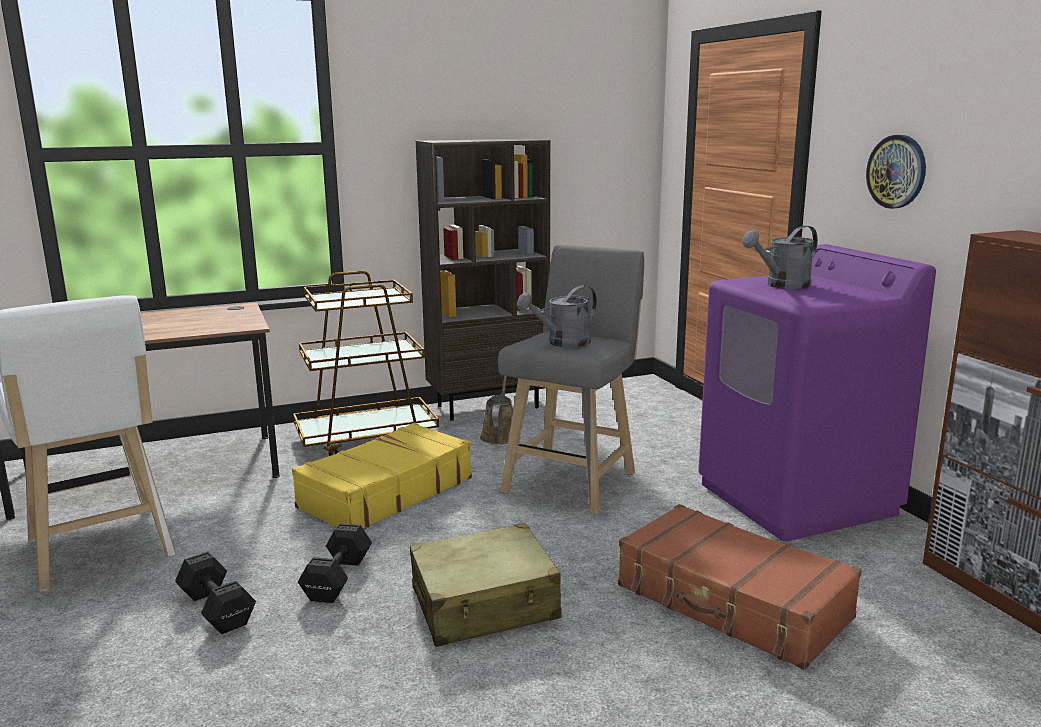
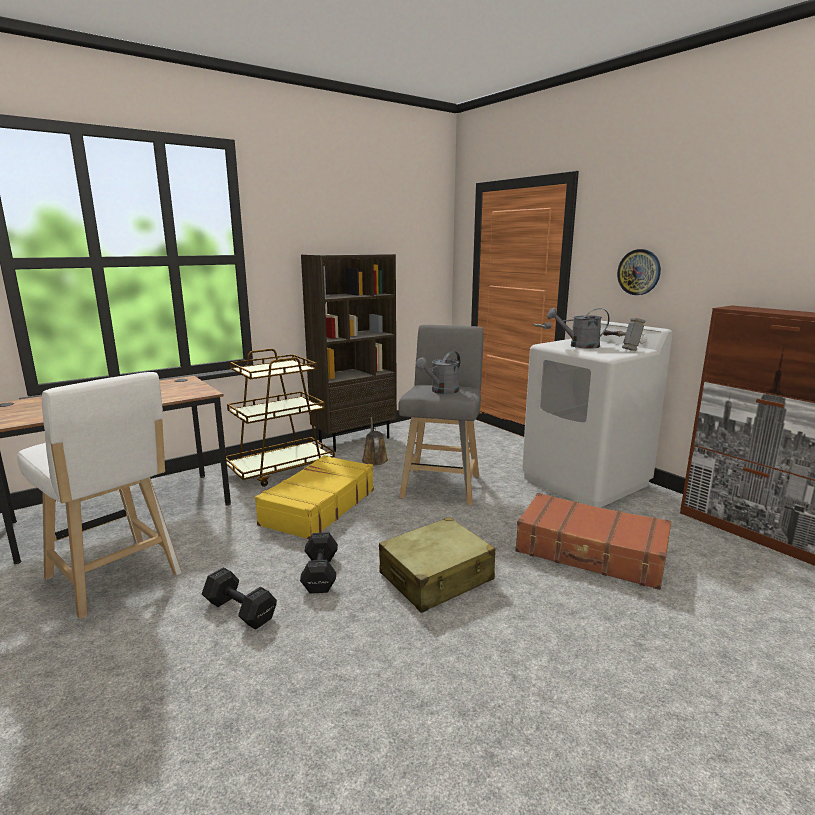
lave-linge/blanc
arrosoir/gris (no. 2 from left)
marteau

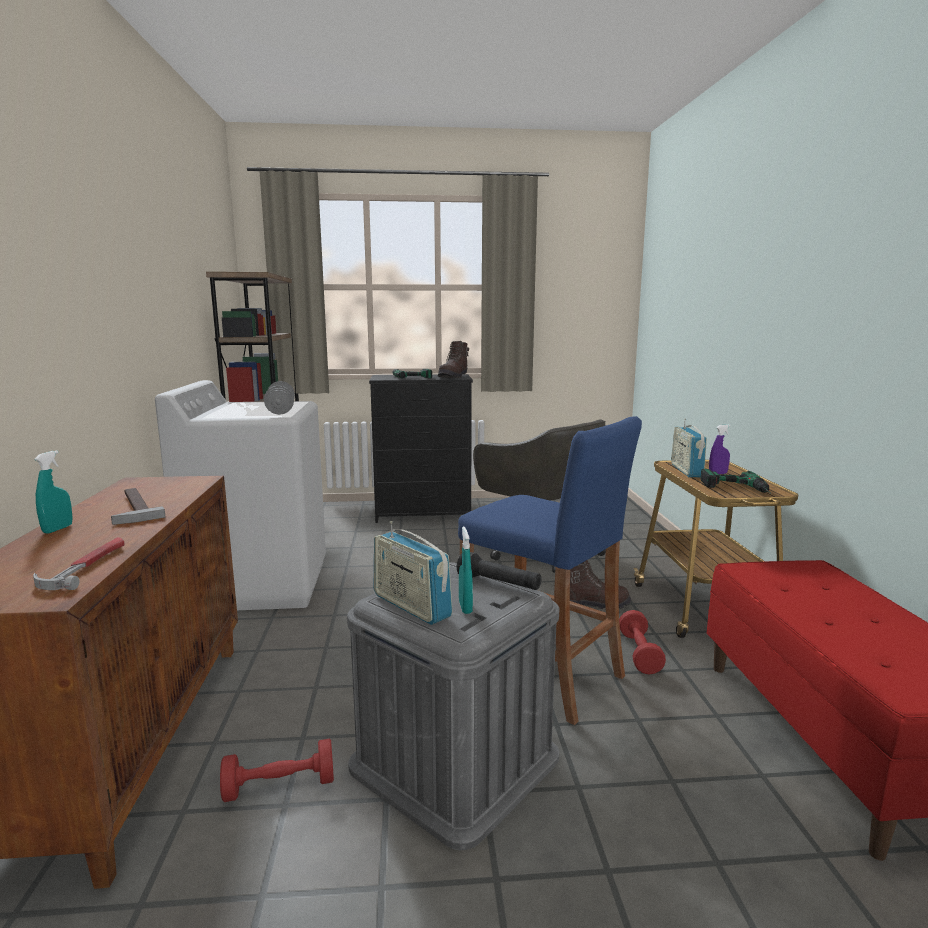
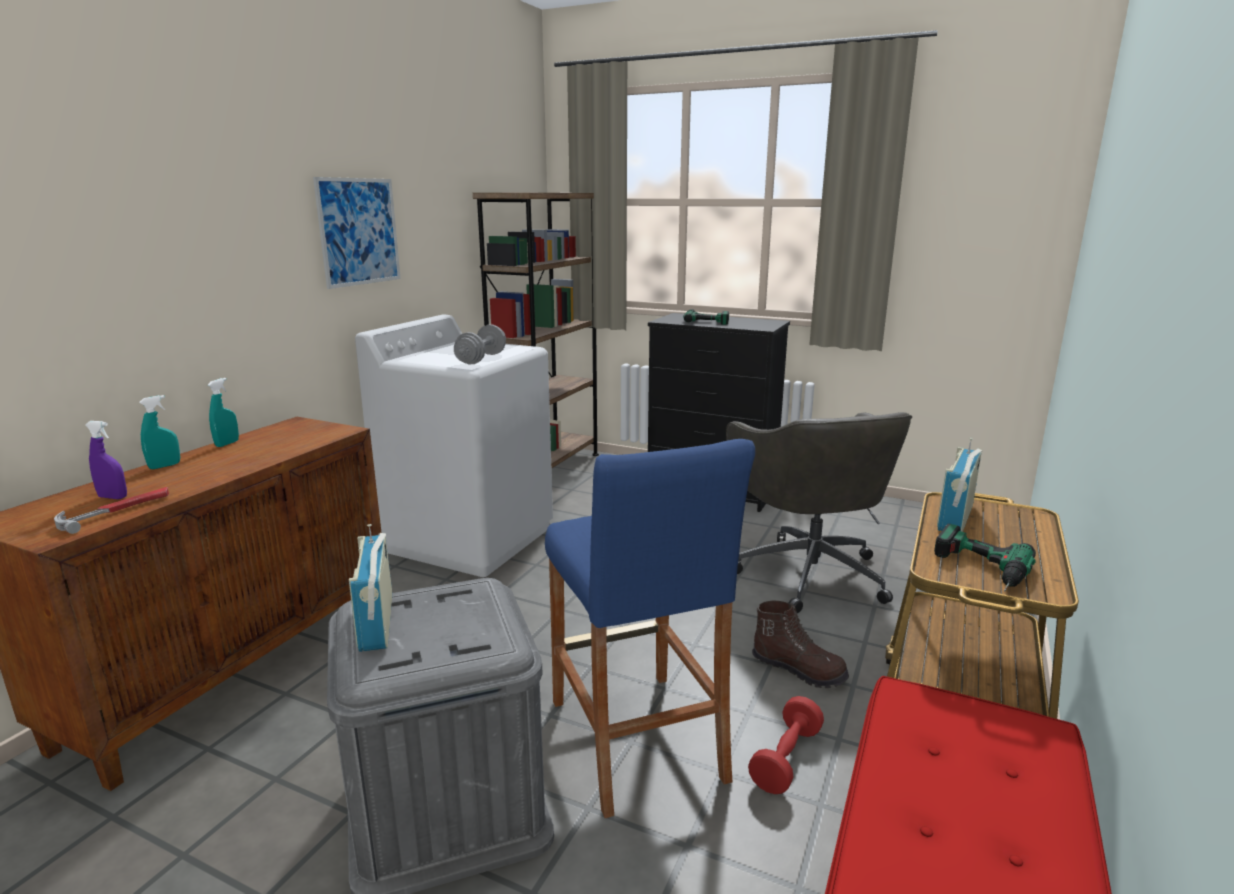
marteau (no. 2 from left in the first image)
haltère/rouge (no. 1 from left in the first image)
botte/marron (no. 1 from left in the first image)
lampe de poche/noir
vaporisateur/turquoise (no. 2 from left)
vaporisateur/violet
tableau

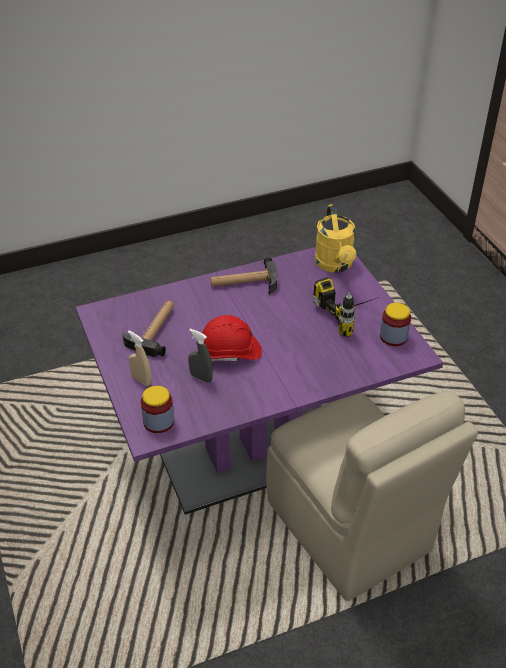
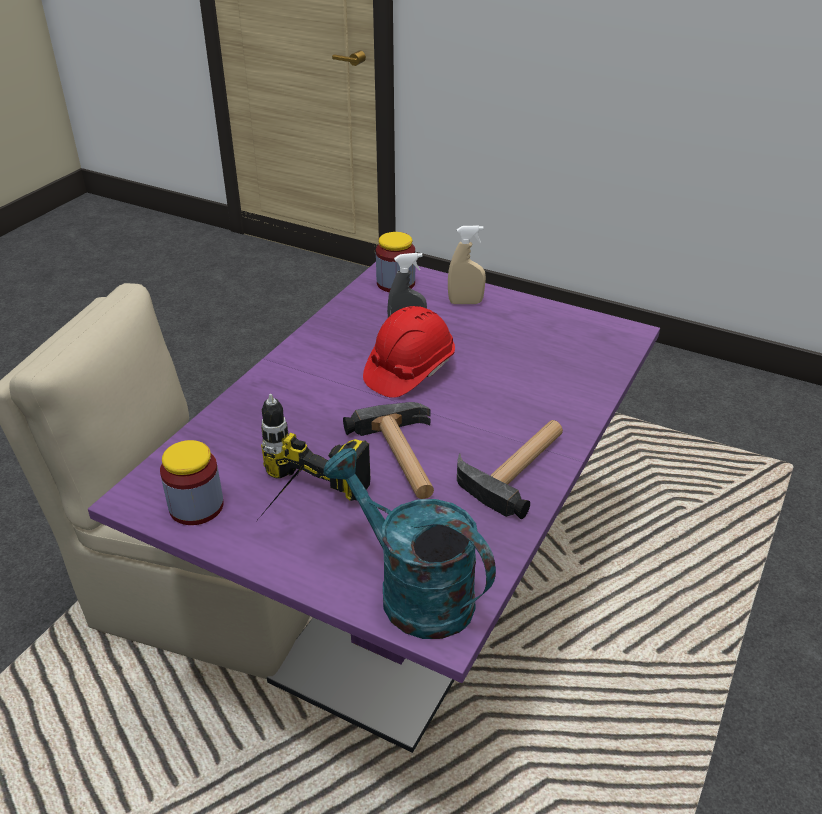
marteau (no. 1 from left)
arrosoir/turquoise

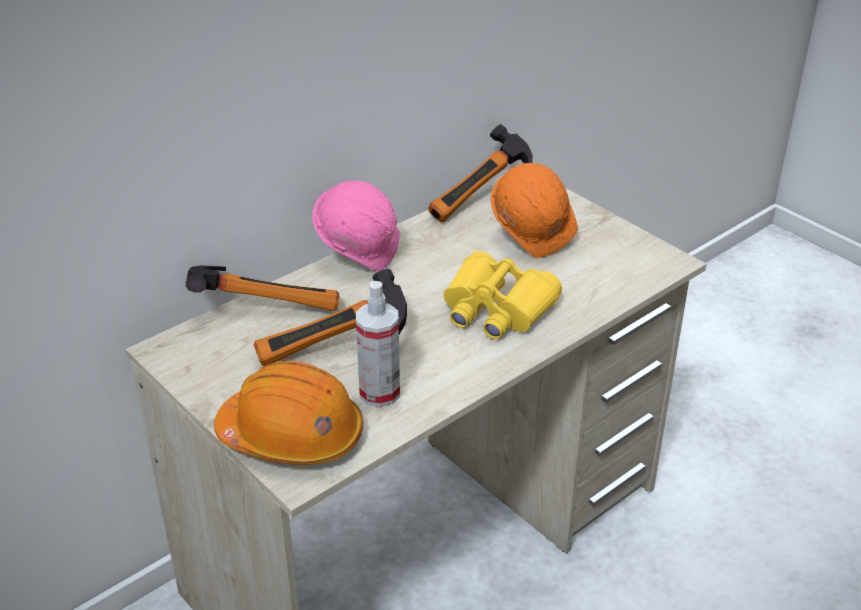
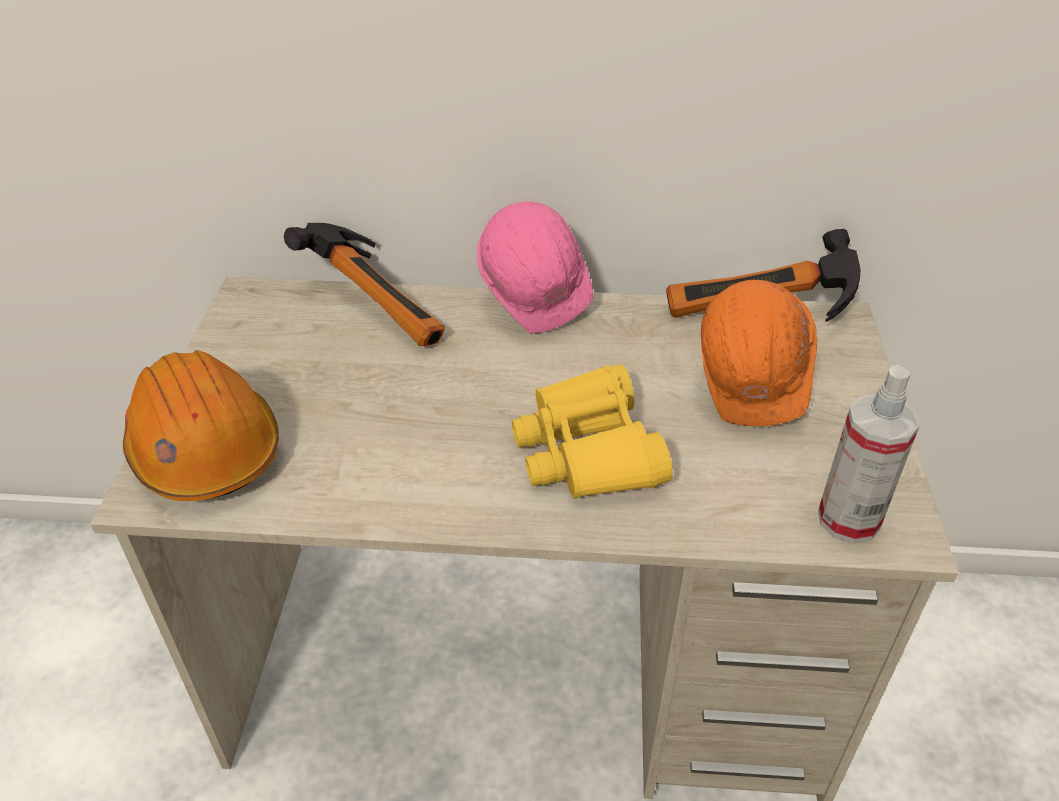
marteau (no. 2 from left in the first image)
vaporisateur

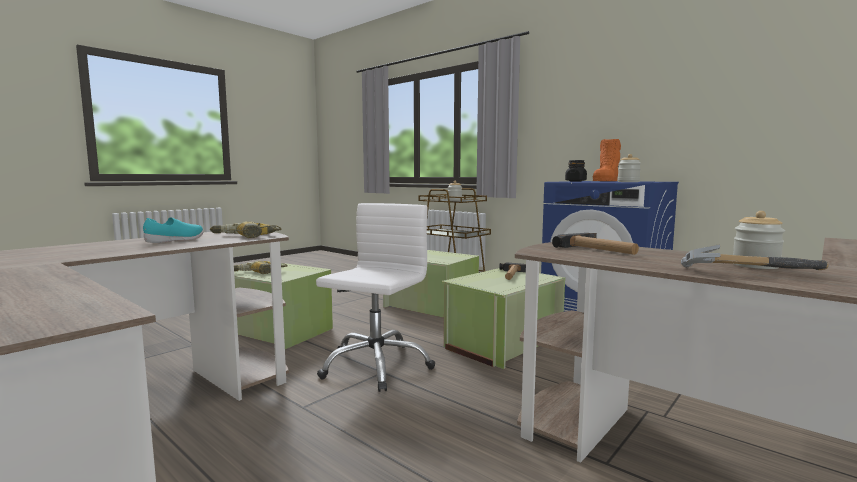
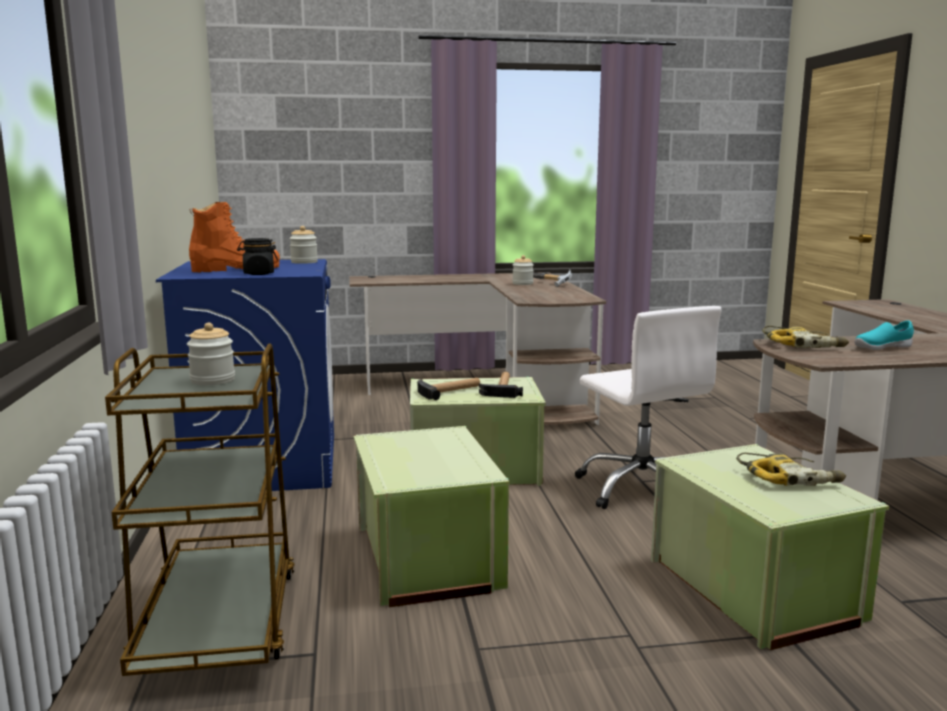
chaise de bureau/blanc
marteau (no. 2 from left)

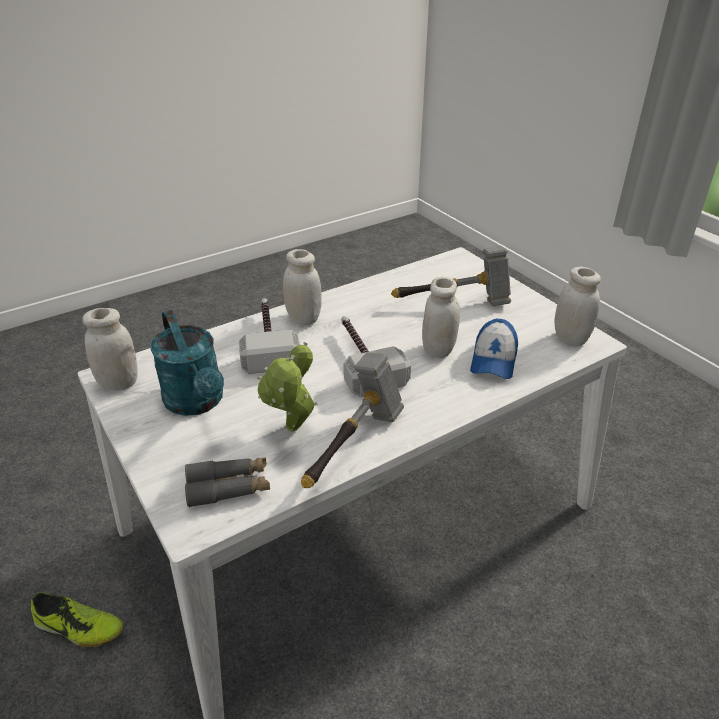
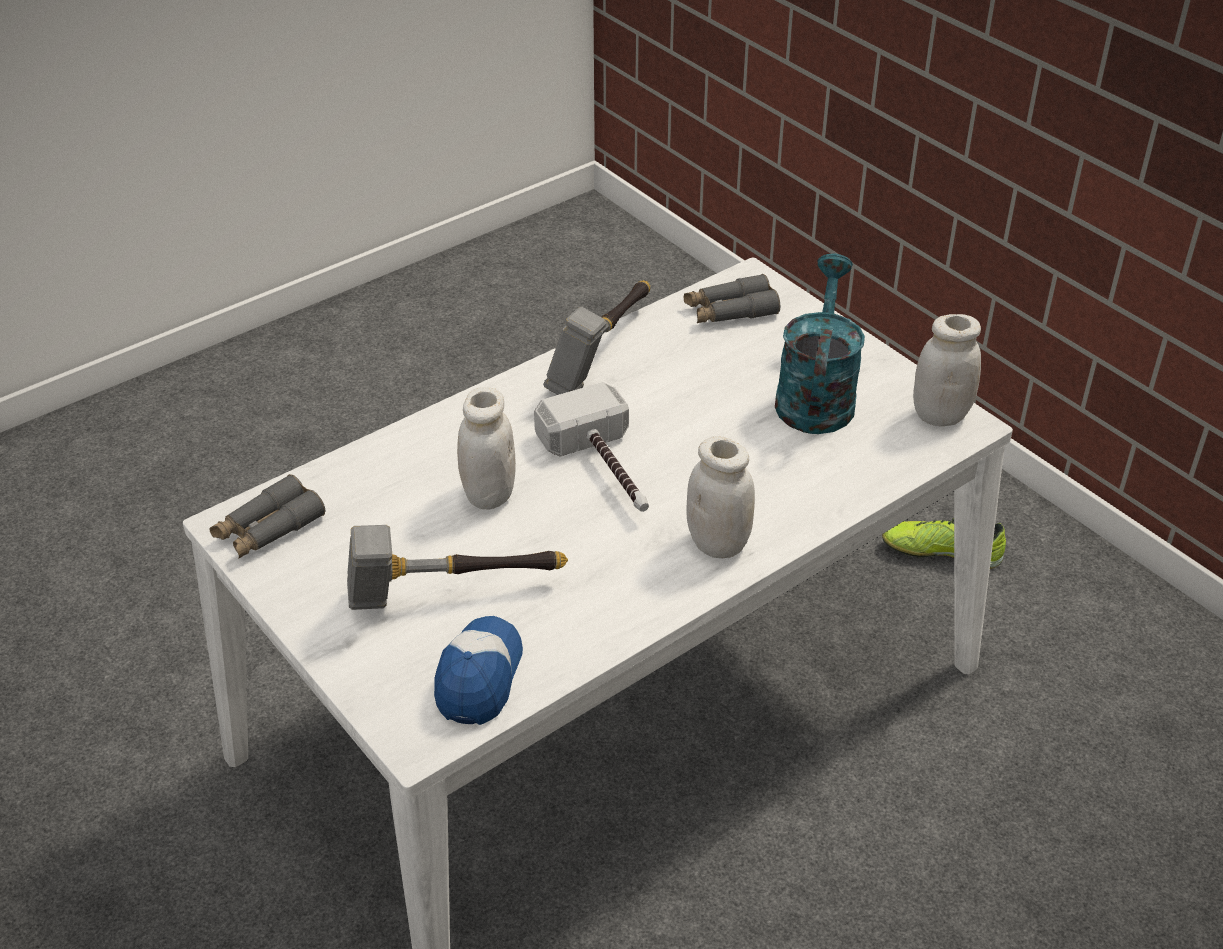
arrosoir/turquoise
marteau (no. 1 from left in the first image)
plante en pot
casquette
jumelles/gris (no. 1 from left)

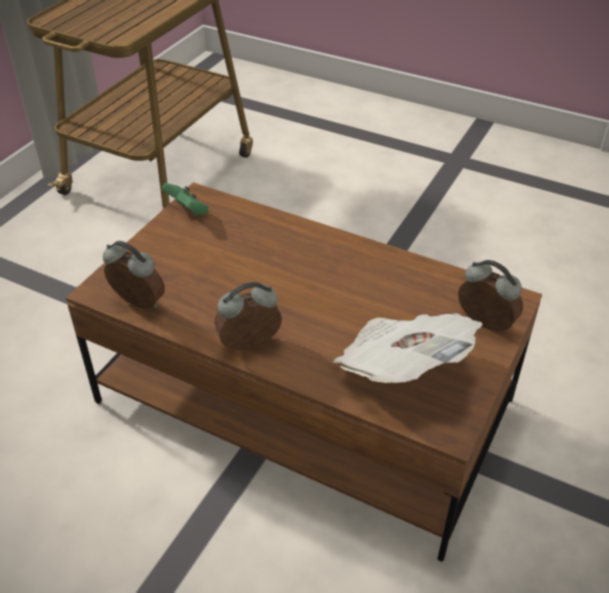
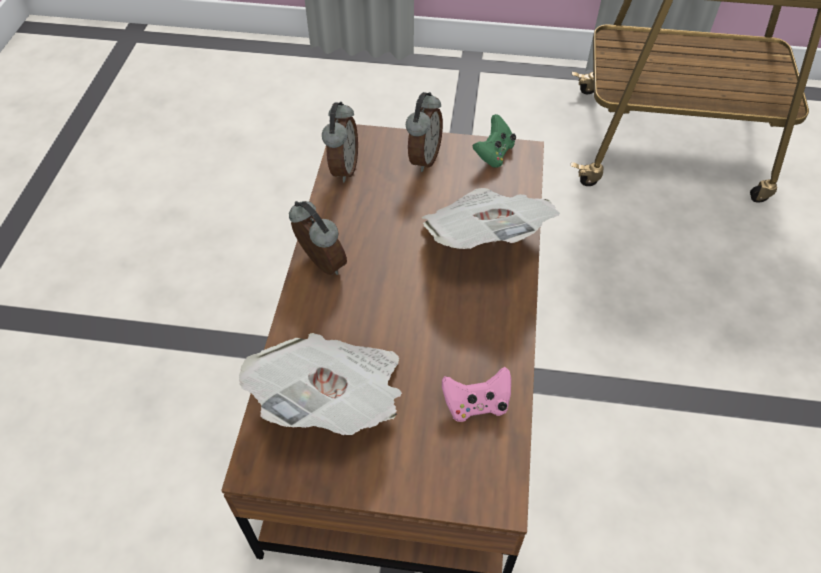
réveil (no. 3 from left)
journal (no. 2 from left)
manette/rose

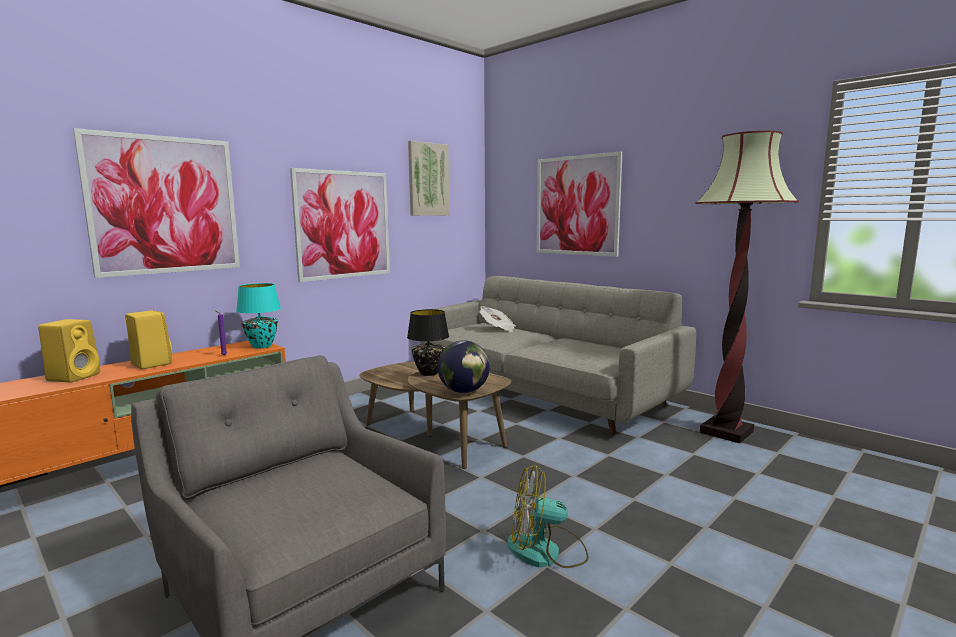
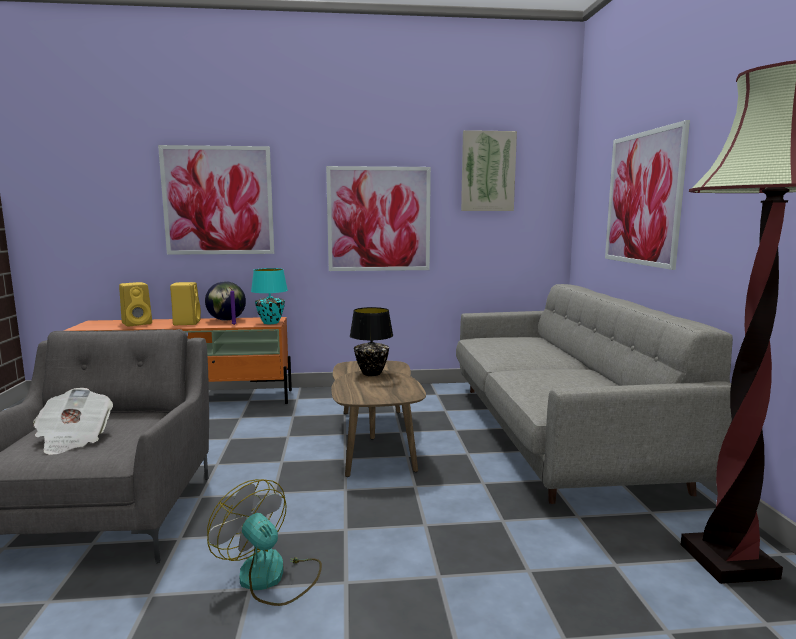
globe
journal

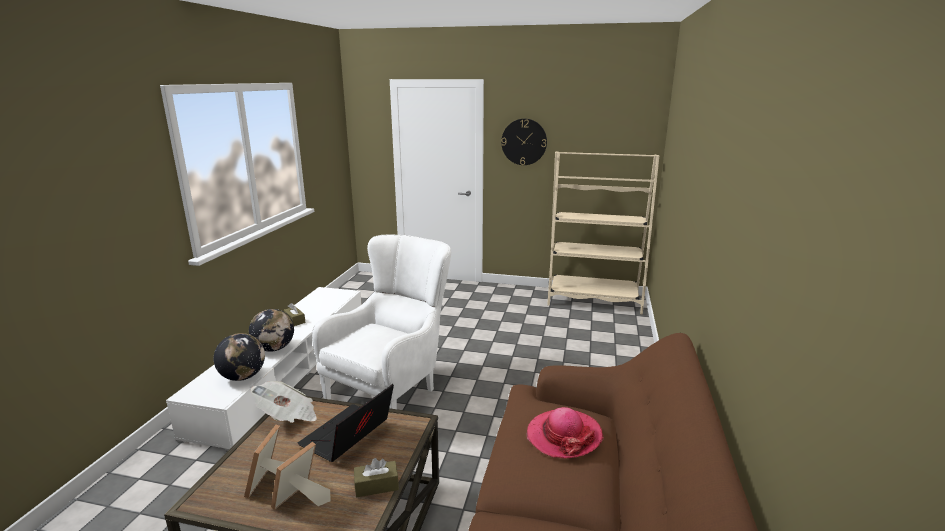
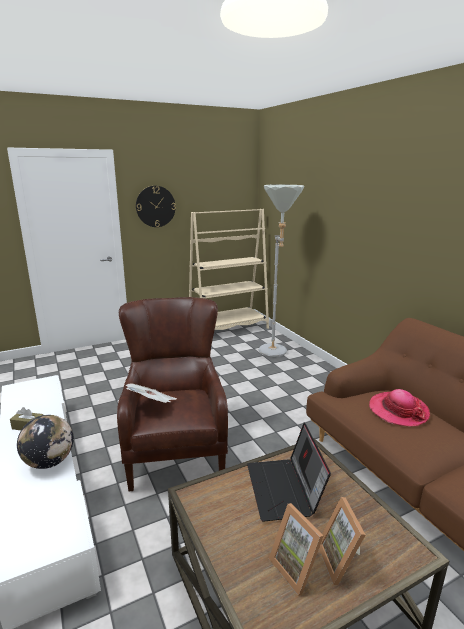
globe (no. 1 from left in the first image)
journal
fauteuil/marron
boîte à mouchoirs/marron (no. 2 from left in the first image)
lampadaire/gris

